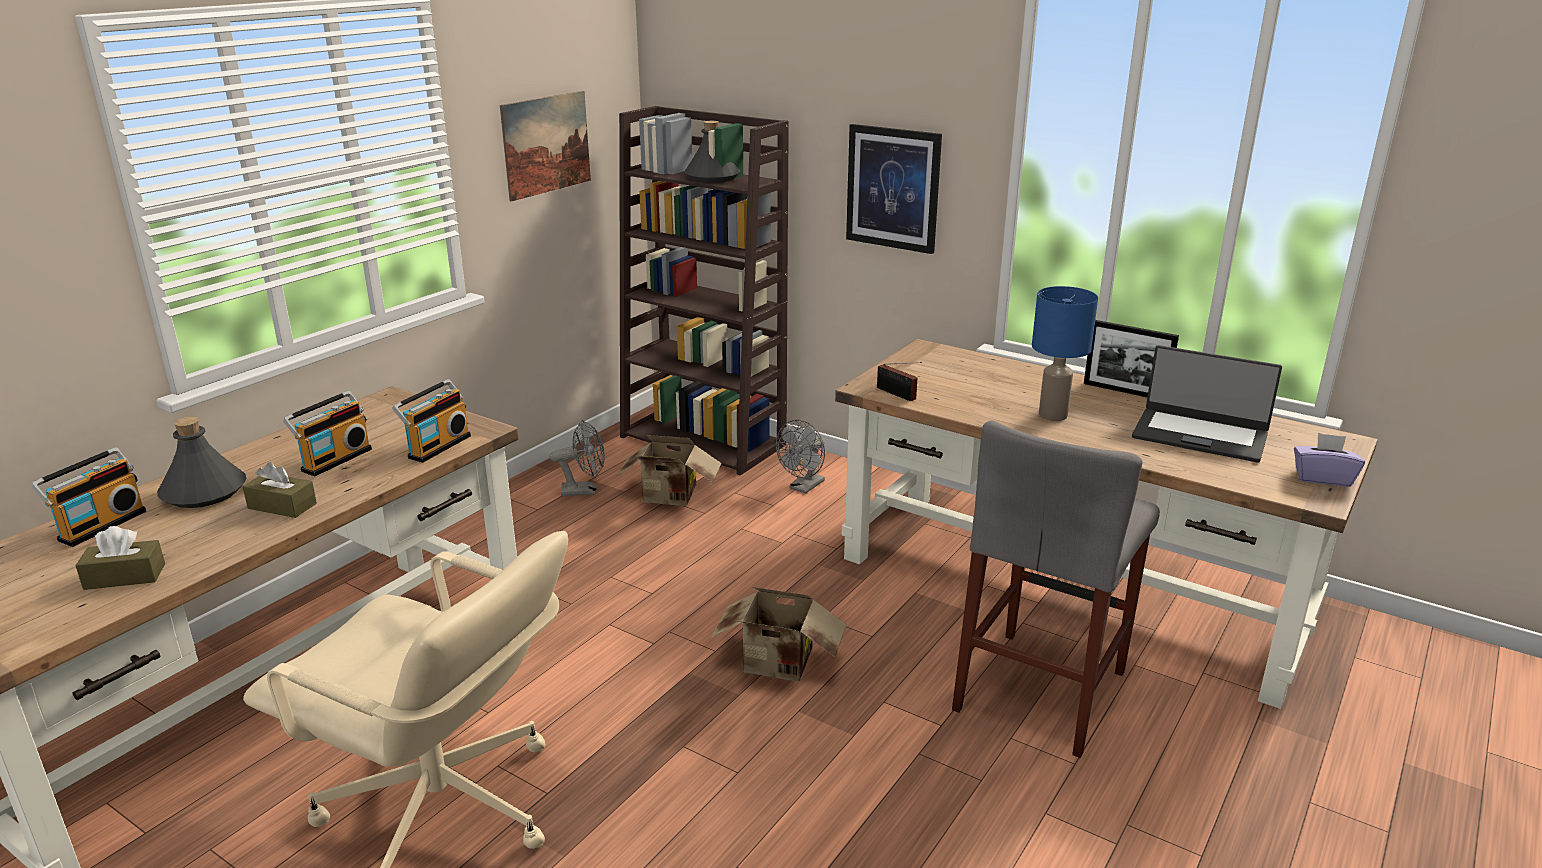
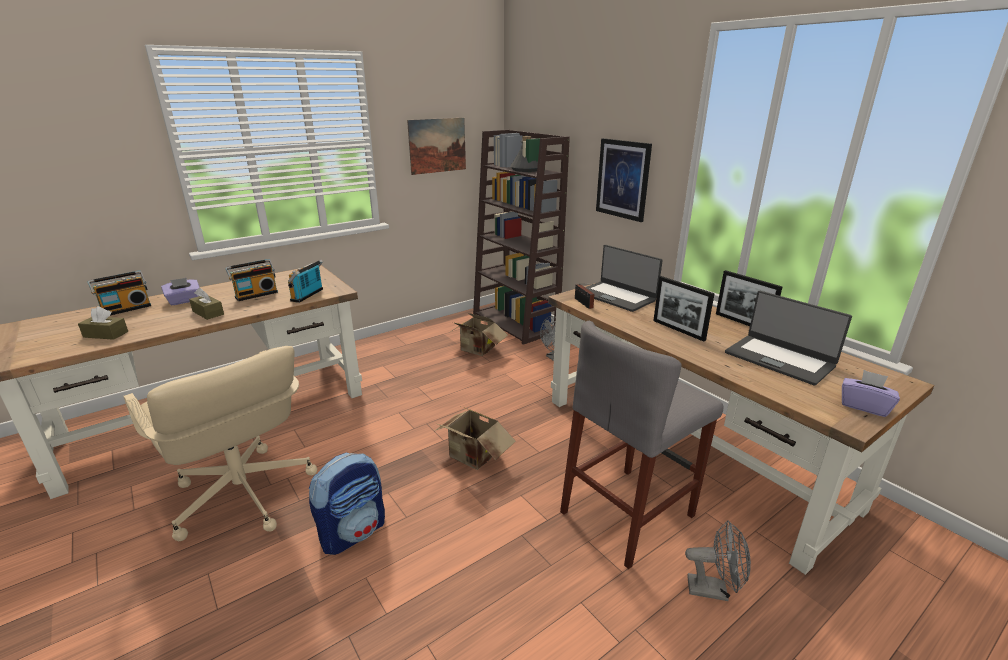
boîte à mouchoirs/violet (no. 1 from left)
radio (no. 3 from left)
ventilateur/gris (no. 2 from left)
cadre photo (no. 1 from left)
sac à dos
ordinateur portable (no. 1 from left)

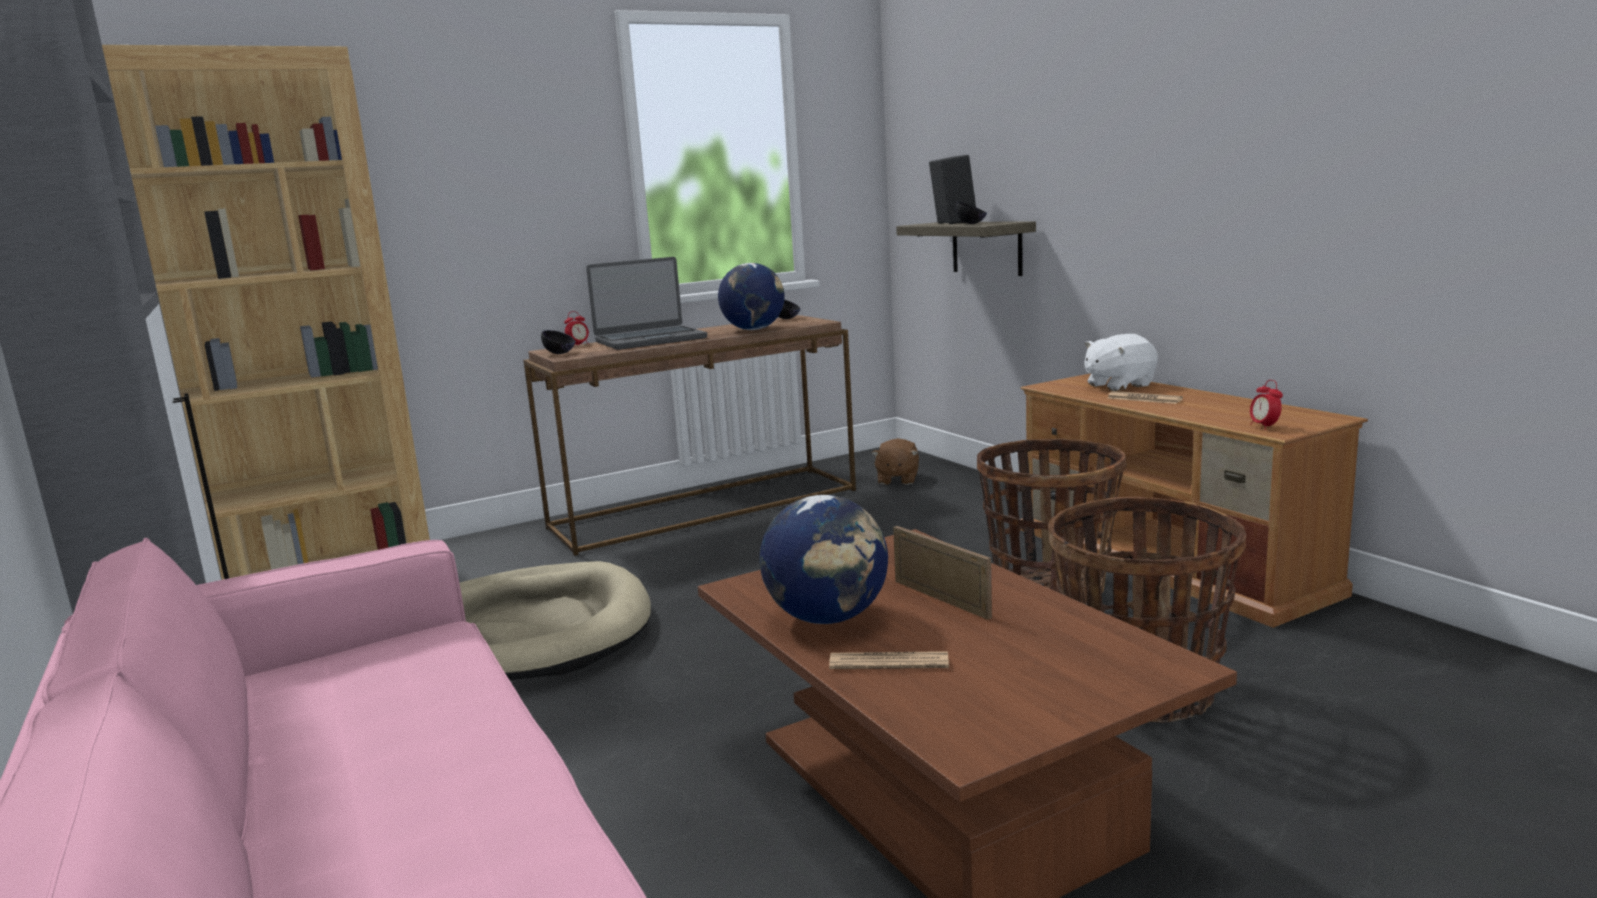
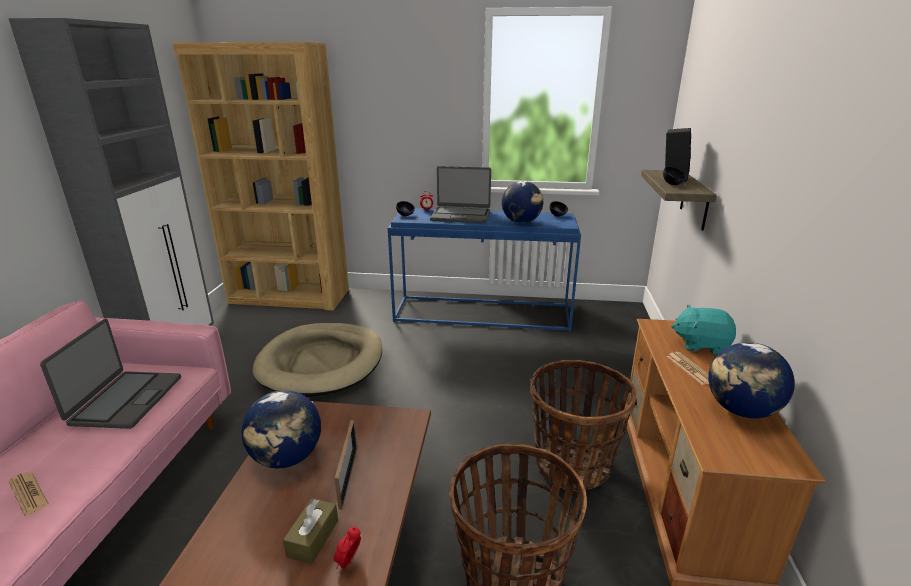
table console/bleu
journal (no. 1 from left)
peluche/marron
peluche/turquoise
réveil (no. 1 from left)
ordinateur portable (no. 1 from left)
boîte à mouchoirs/marron
globe (no. 3 from left)

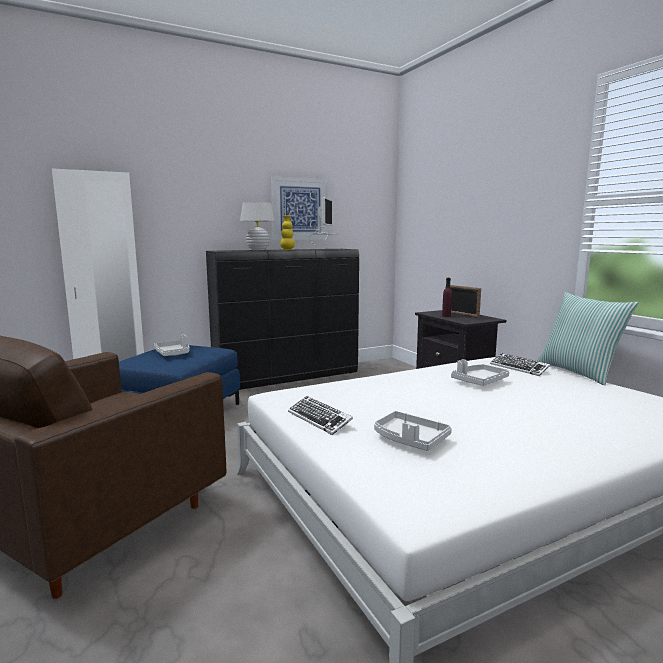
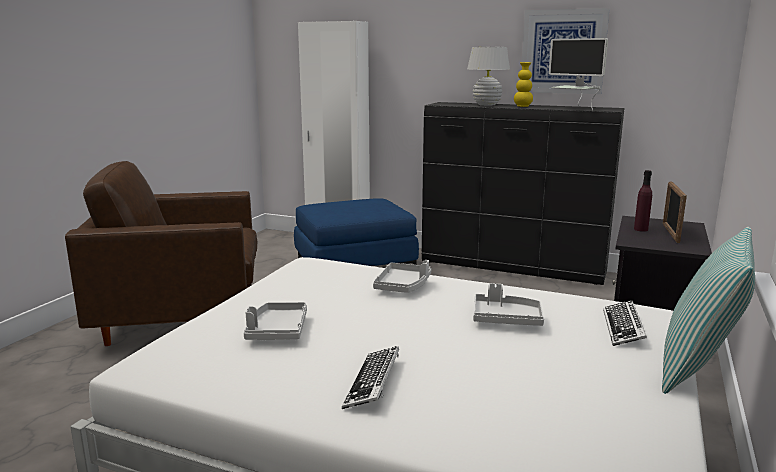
plateau/gris (no. 2 from left)
clavier (no. 1 from left)
écran d'ordinateur

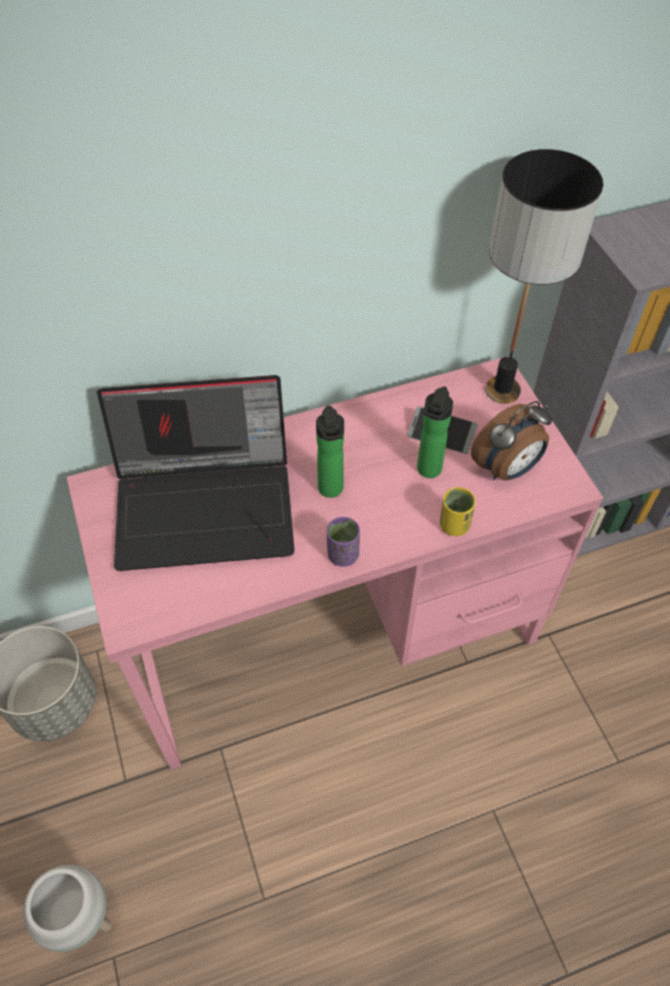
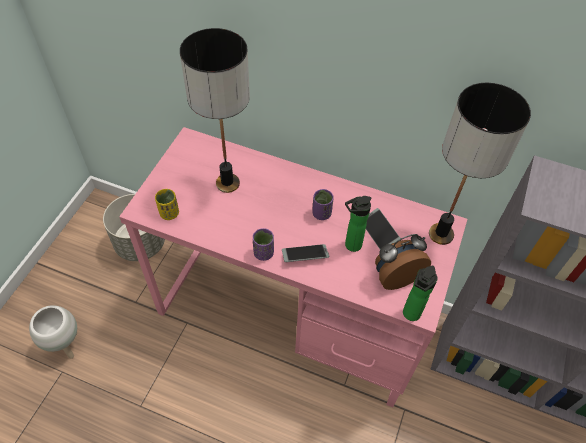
lampe de table (no. 1 from left)
bouteille (no. 2 from left)
tasse/jaune
réveil
téléphone (no. 1 from left)
tasse/violet (no. 2 from left)

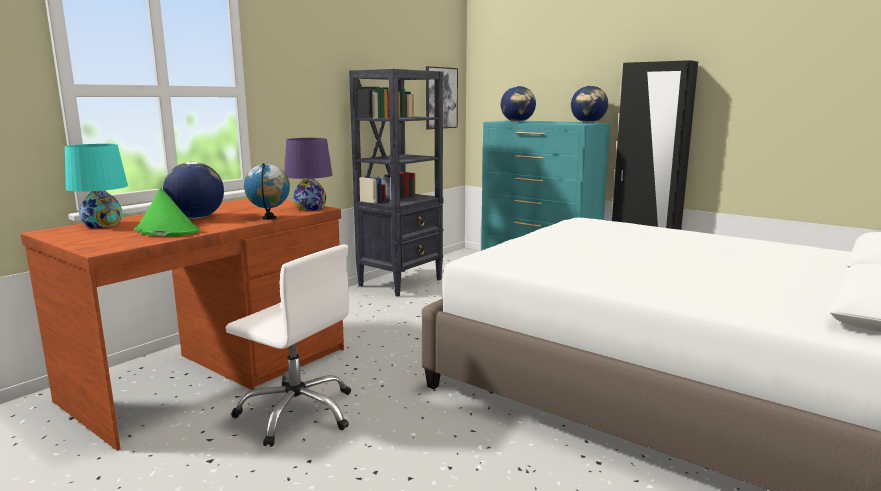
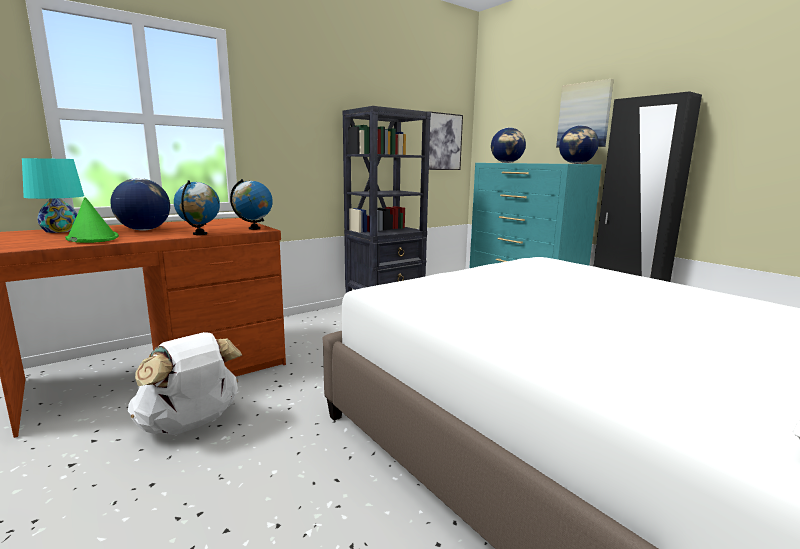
sac à dos/blanc
globe (no. 3 from left)
tableau (no. 2 from left)

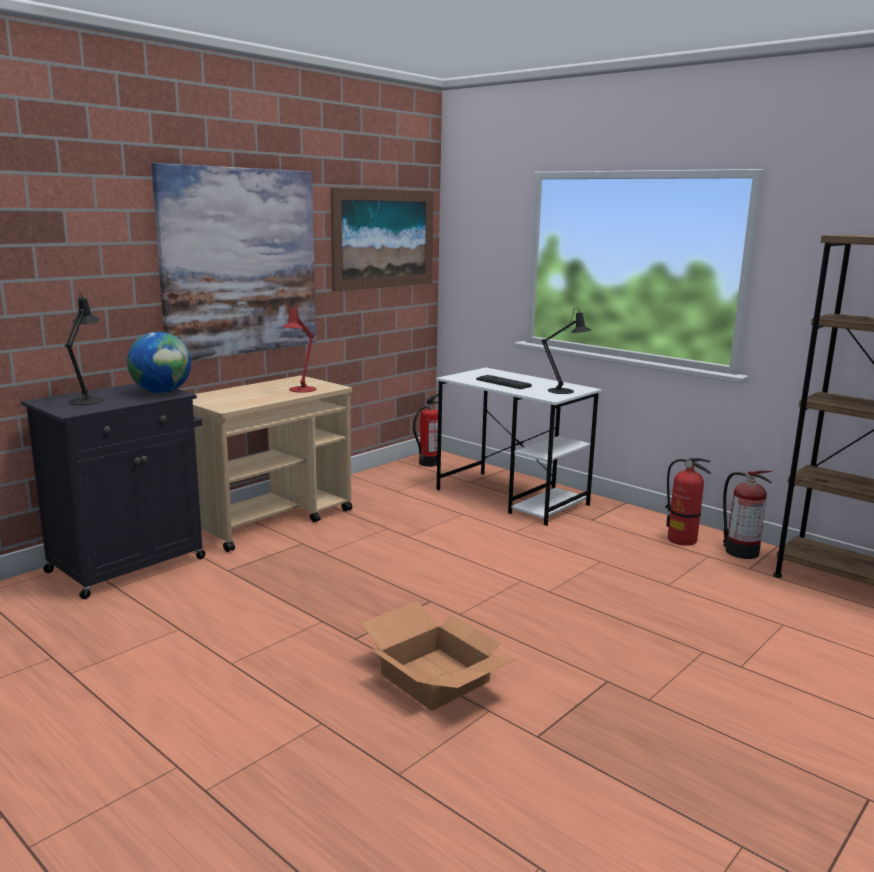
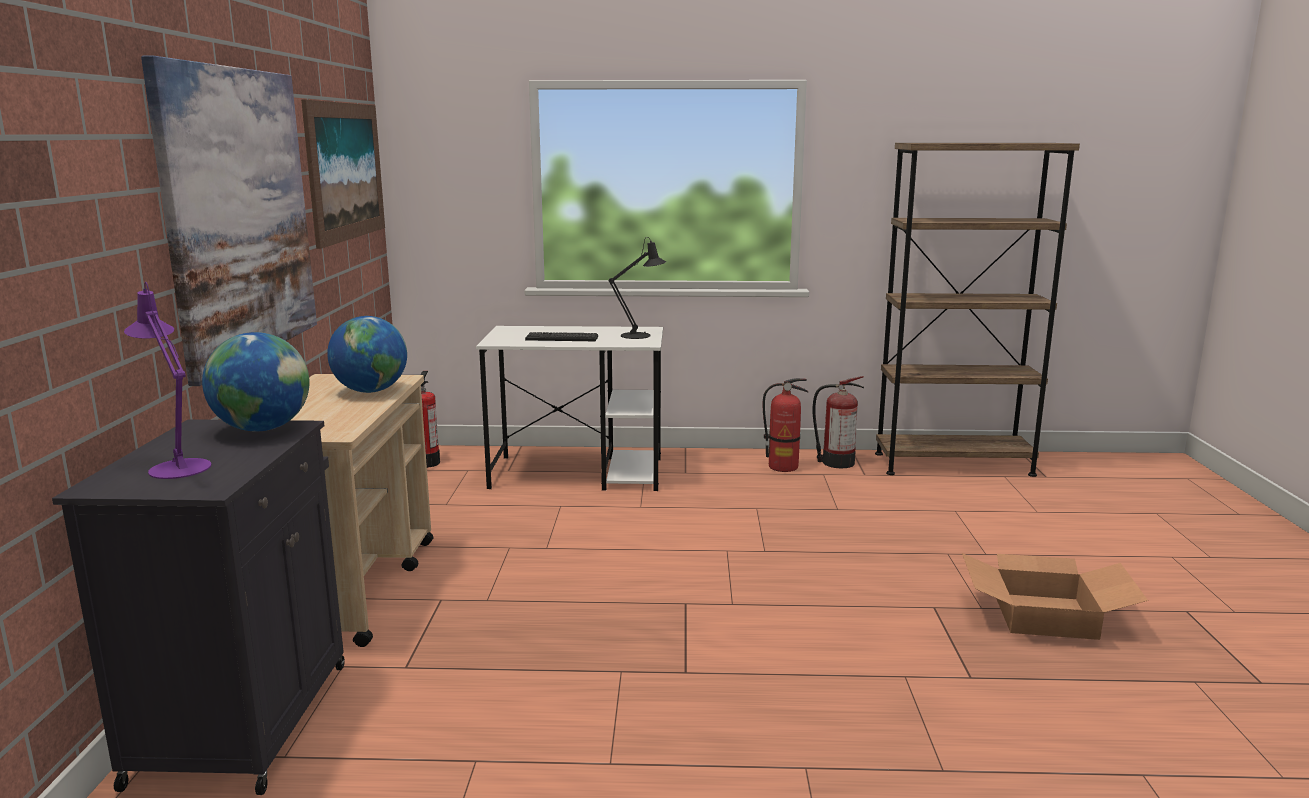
lampe de table/violet
globe (no. 2 from left)
carton

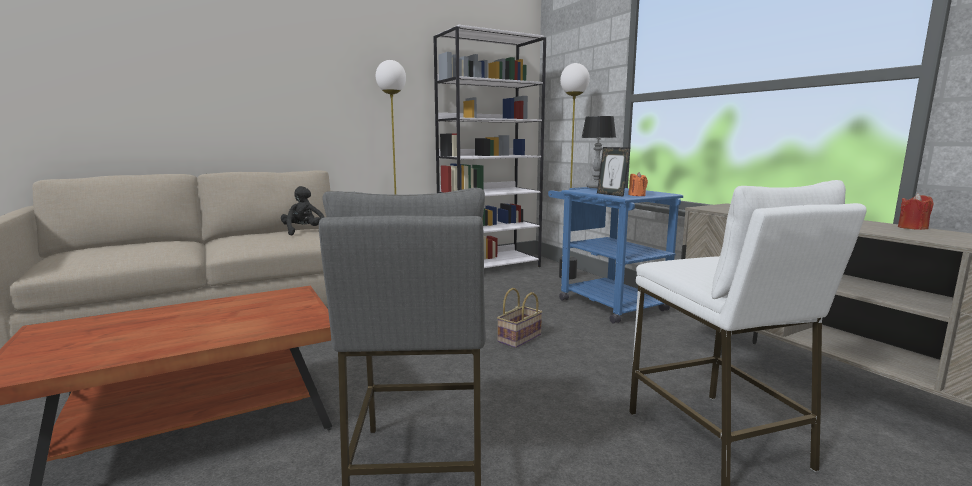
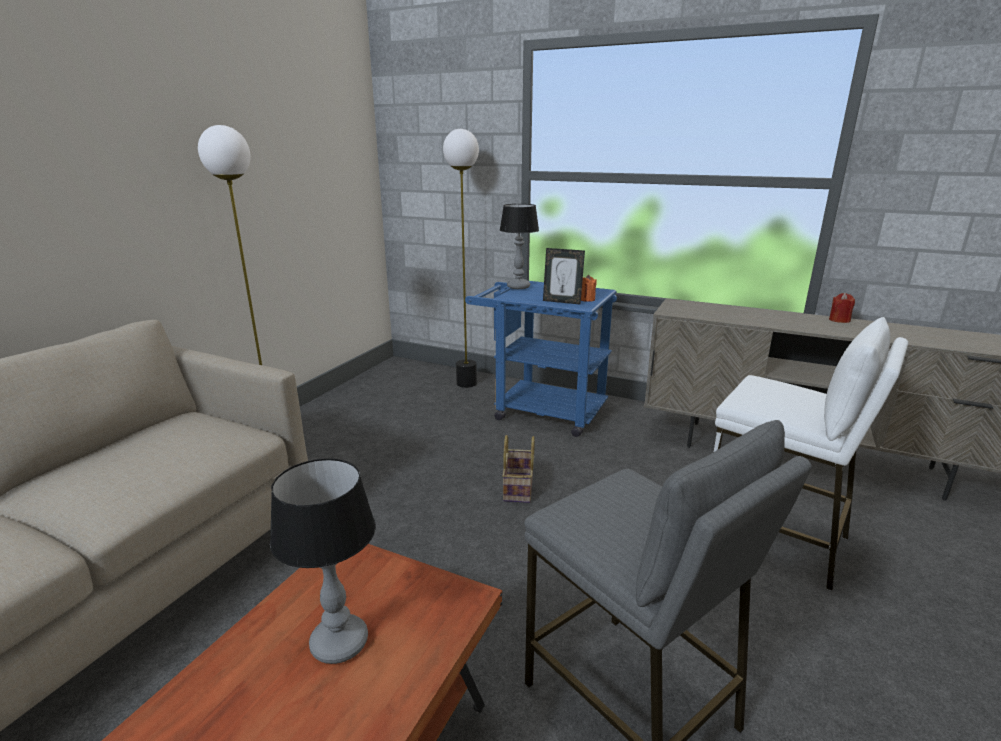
peluche/noir
bibliothèque/blanc
lampe de table (no. 1 from left)

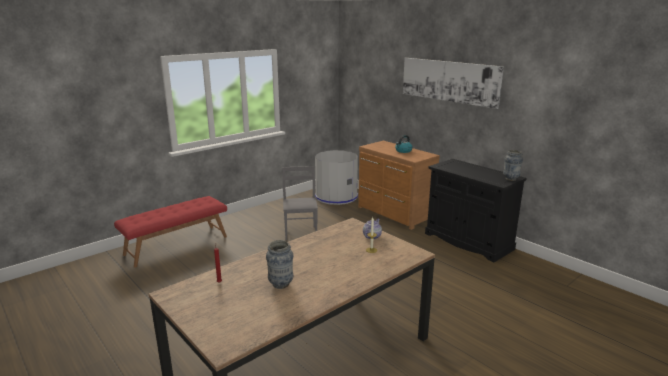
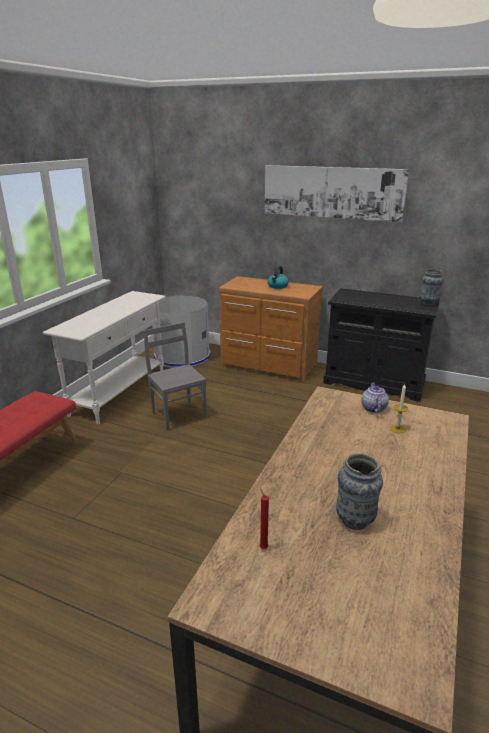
table console/blanc

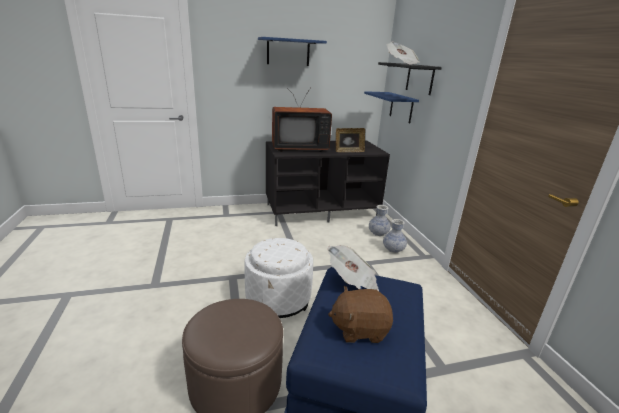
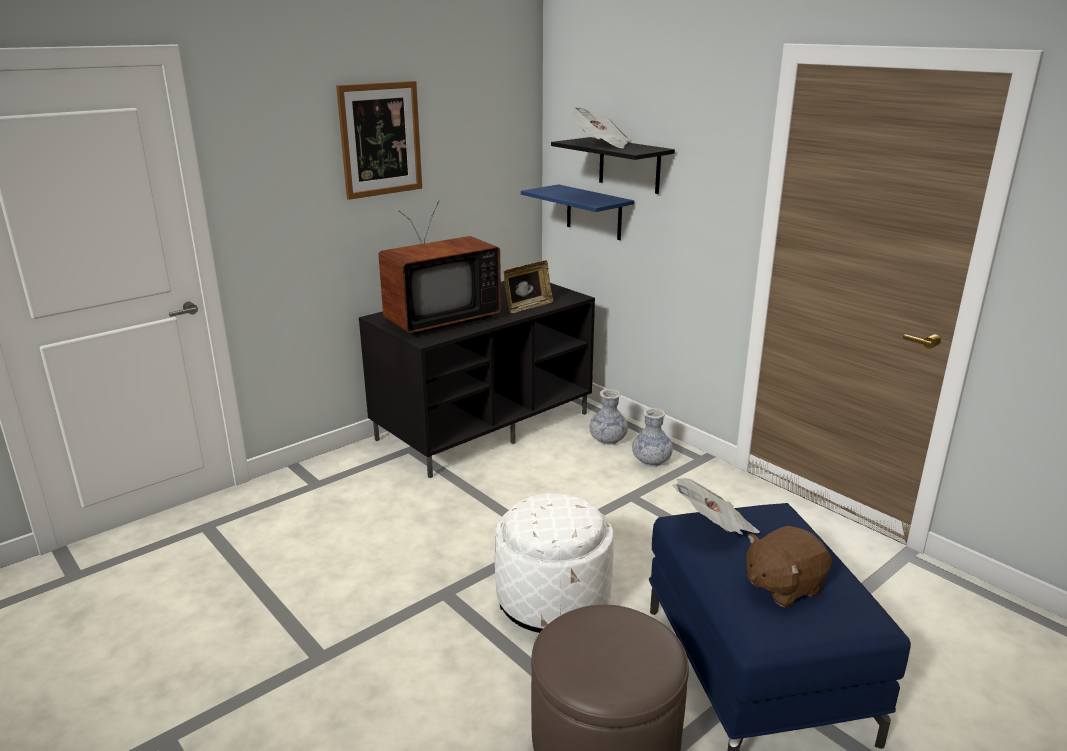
tableau

